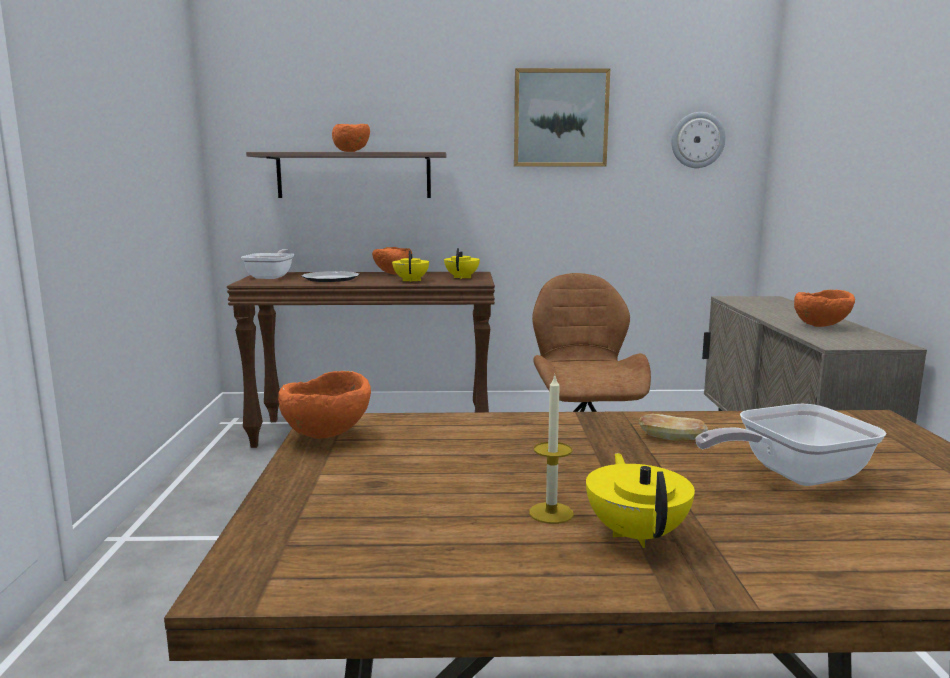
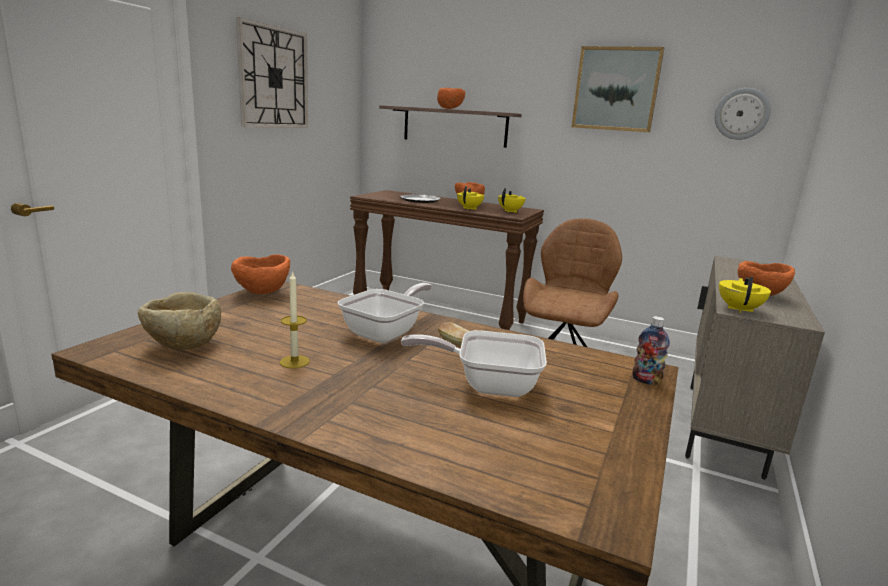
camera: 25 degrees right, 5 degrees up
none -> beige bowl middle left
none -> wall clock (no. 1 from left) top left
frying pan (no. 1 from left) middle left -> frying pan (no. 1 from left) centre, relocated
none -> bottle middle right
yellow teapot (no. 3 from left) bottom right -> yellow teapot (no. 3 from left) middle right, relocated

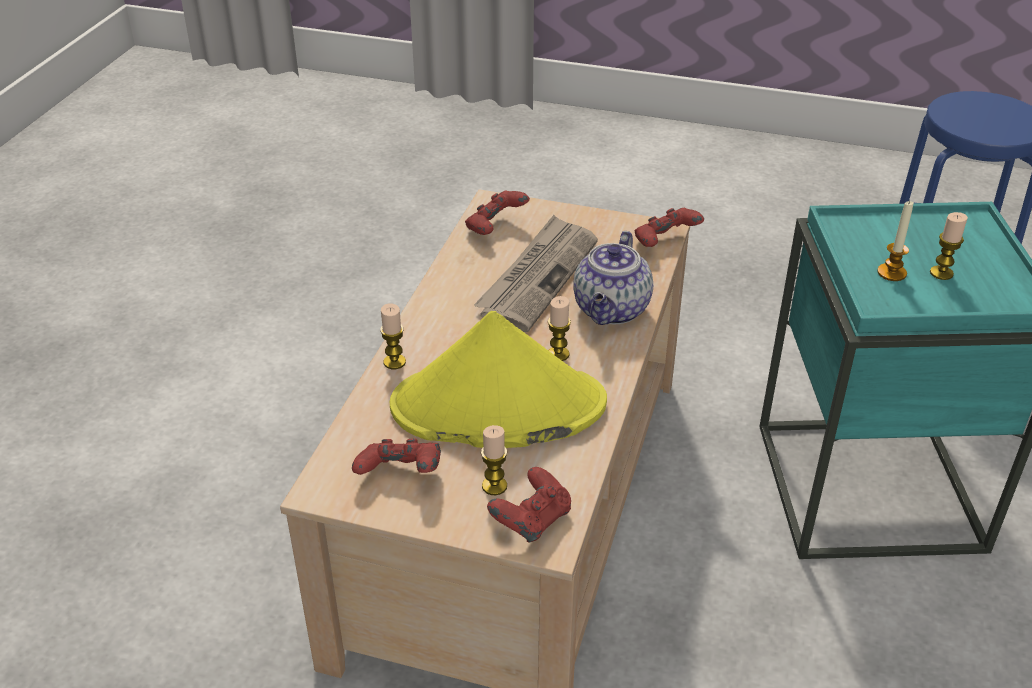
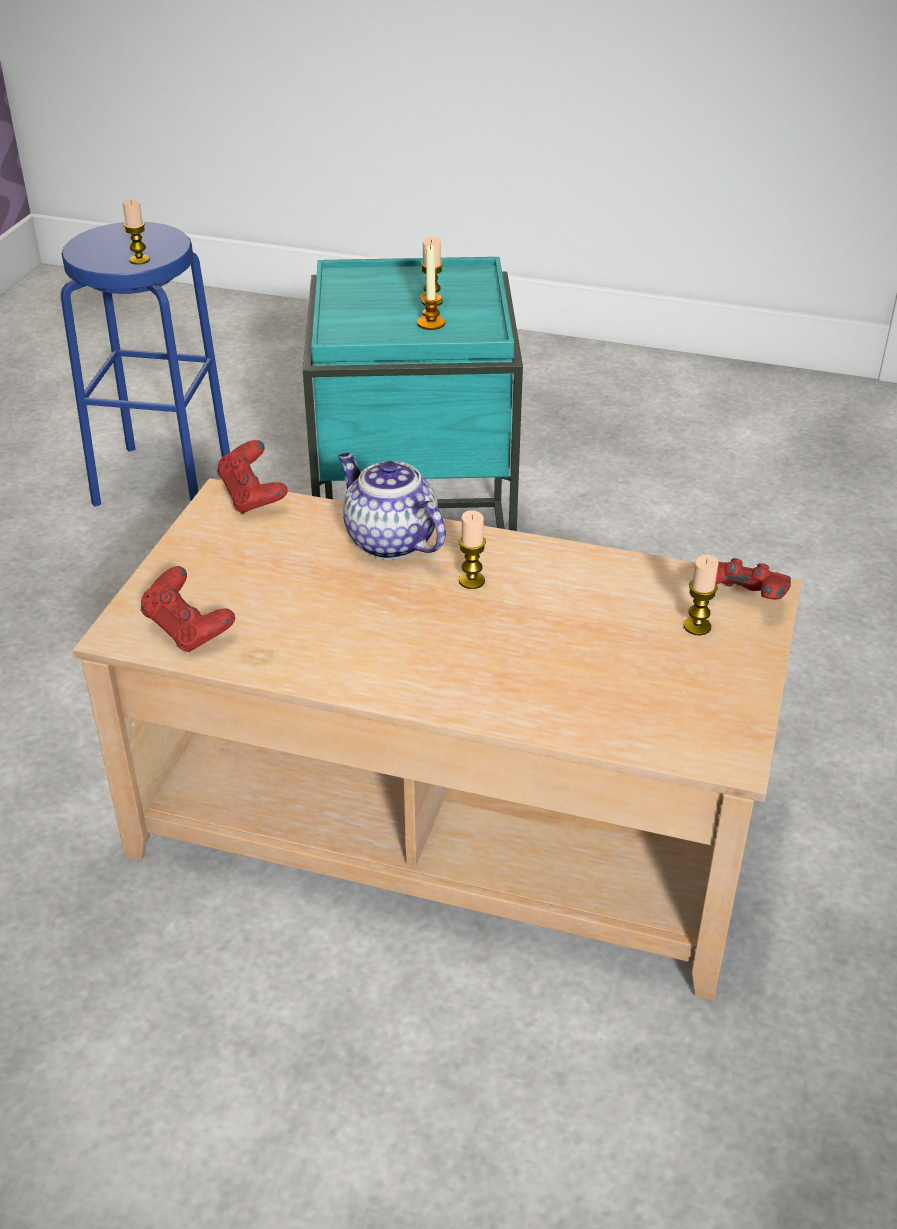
camera: 90 degrees left, 0 degrees up
candle (no. 1 from left) centre -> candle (no. 1 from left) top left, relocated
teapot centre, 150 degrees counterclockwise
red game controller (no. 1 from left) centre -> none
yellow hat centre -> none
newspaper centre -> none

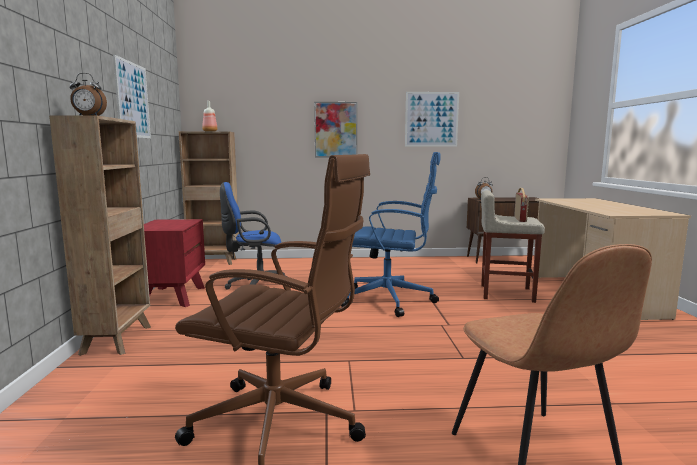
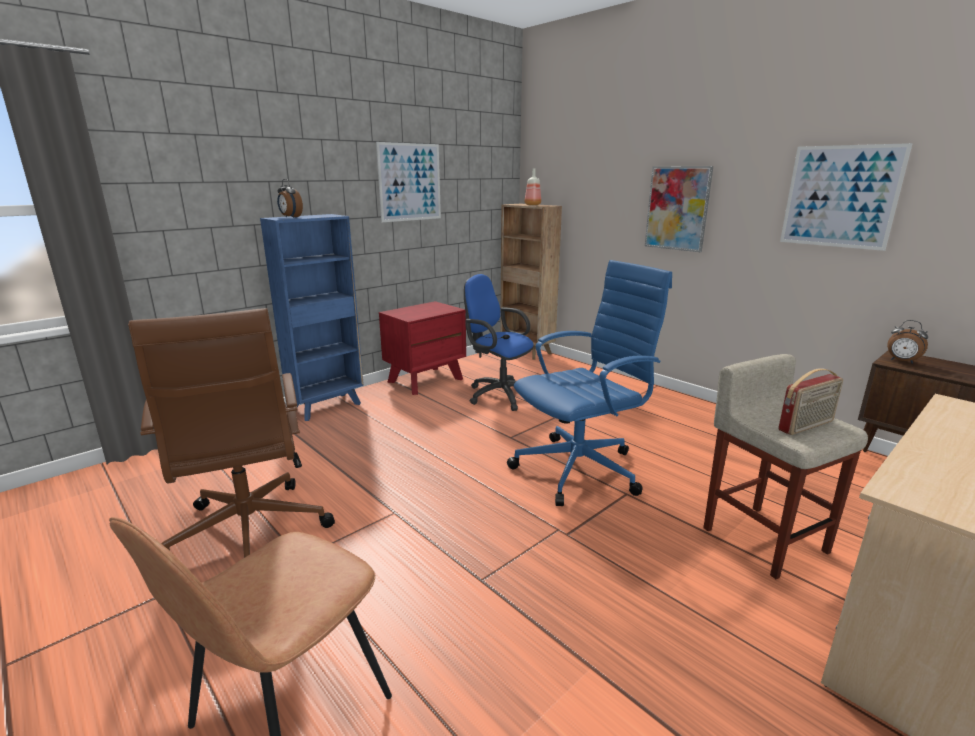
camera: 50 degrees right, 10 degrees up
brown bookcase (no. 1 from left) middle left -> blue bookcase middle left
blue office chair (no. 2 from left) centre, 90 degrees counterclockwise

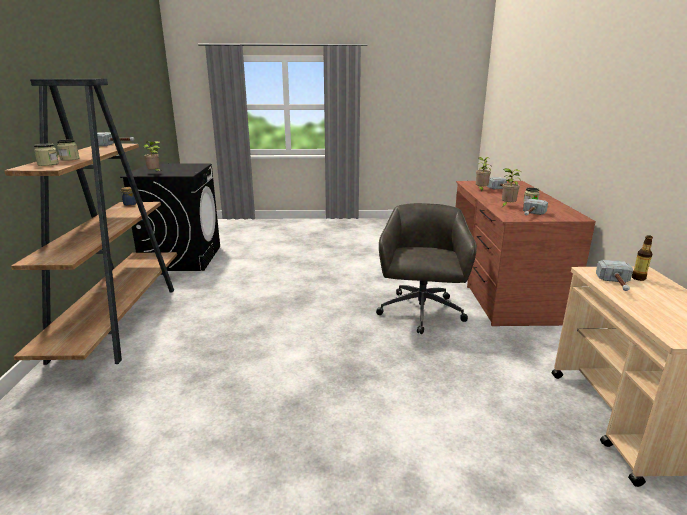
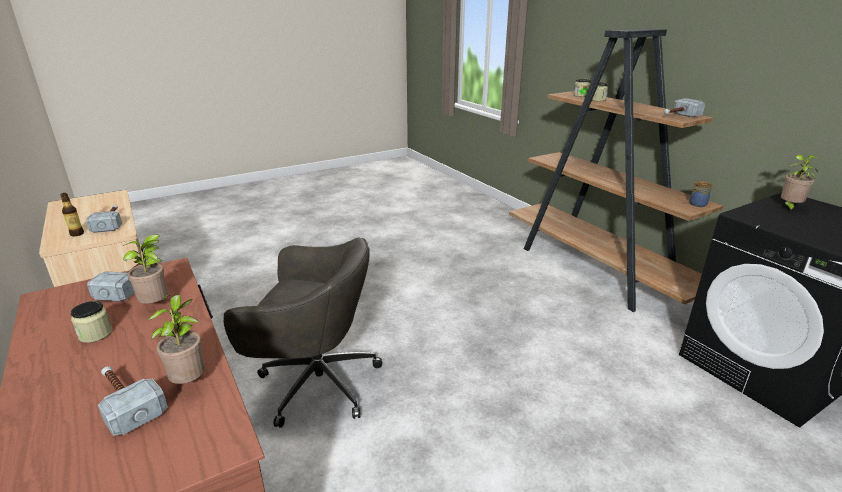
camera: 150 degrees right, 5 degrees up
grey office chair centre -> grey office chair bottom centre, 60 degrees counterclockwise

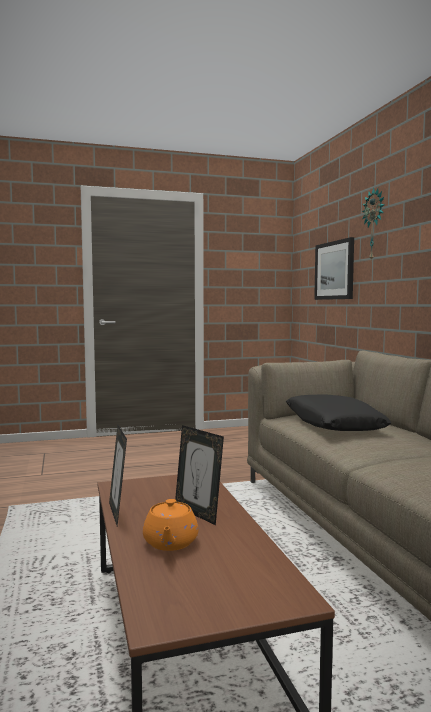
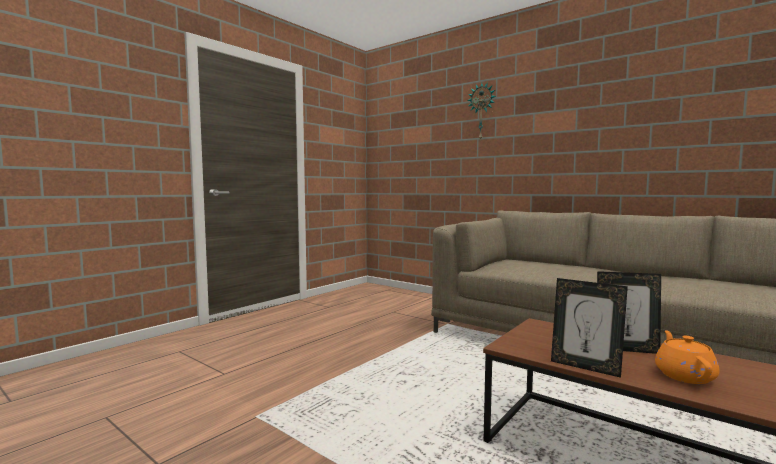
camera: 35 degrees left, 0 degrees up
orange teapot bottom centre -> orange teapot bottom right, 135 degrees counterclockwise
black pillow middle right -> none
picture middle right -> none

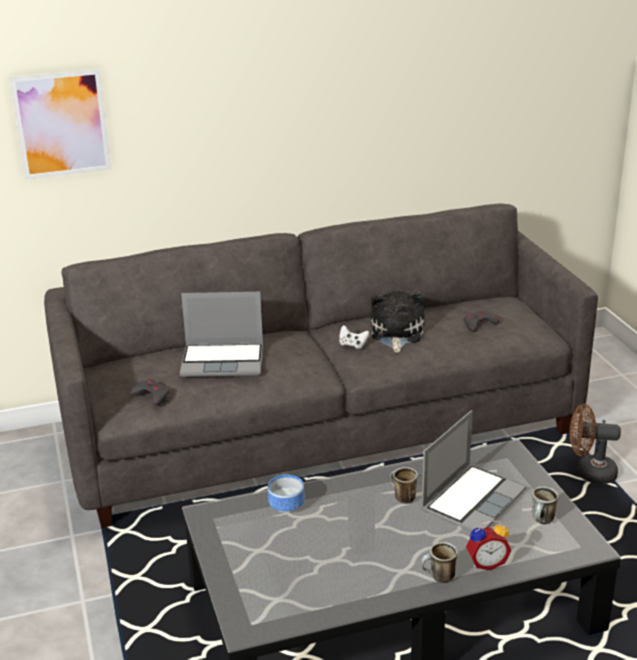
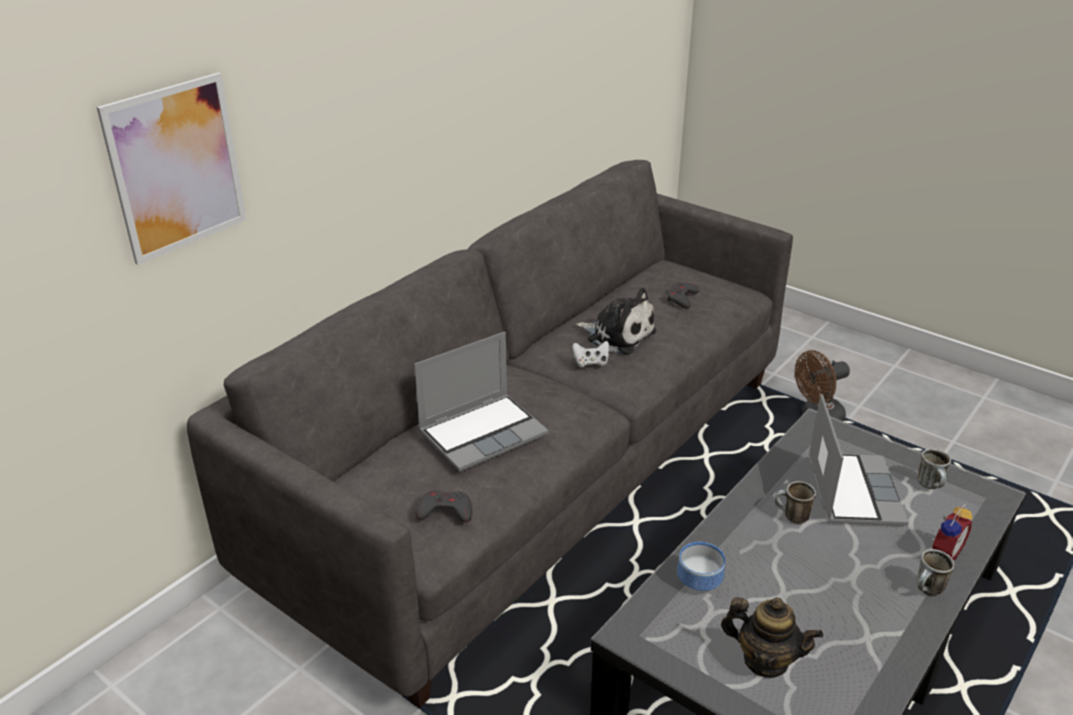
camera: 35 degrees left, 5 degrees up
plush toy centre, 150 degrees clockwise
none -> teapot bottom right

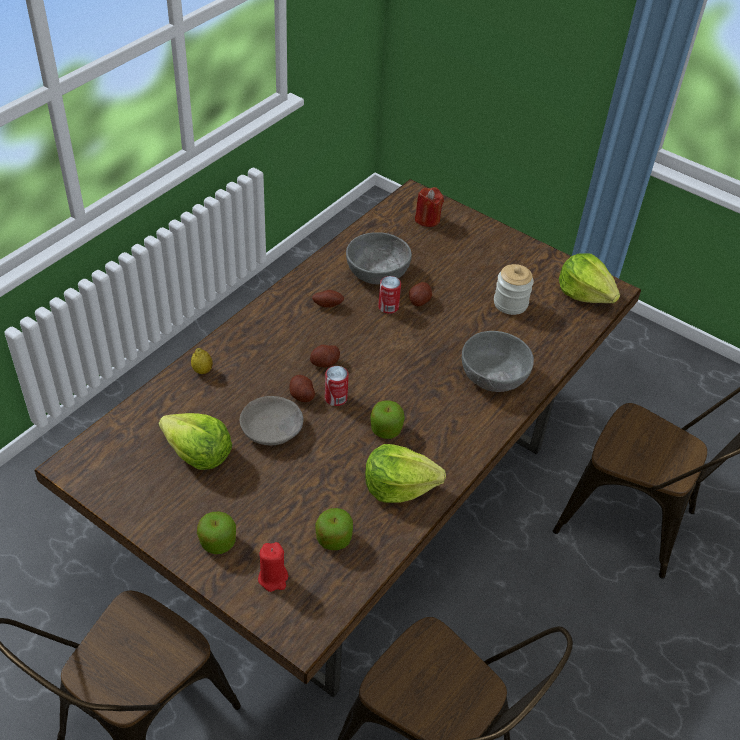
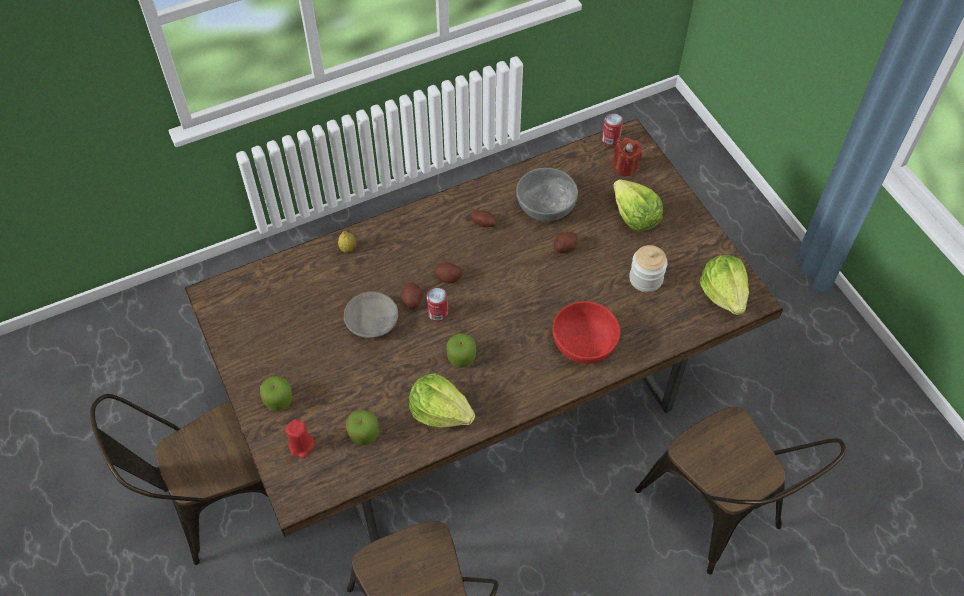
camera: 30 degrees right, 10 degrees up
grey bowl (no. 3 from left) middle right -> red bowl centre
can (no. 2 from left) centre -> can (no. 2 from left) top centre, relocated
lettuce (no. 1 from left in the first image) middle left -> lettuce (no. 2 from left) centre, relocated

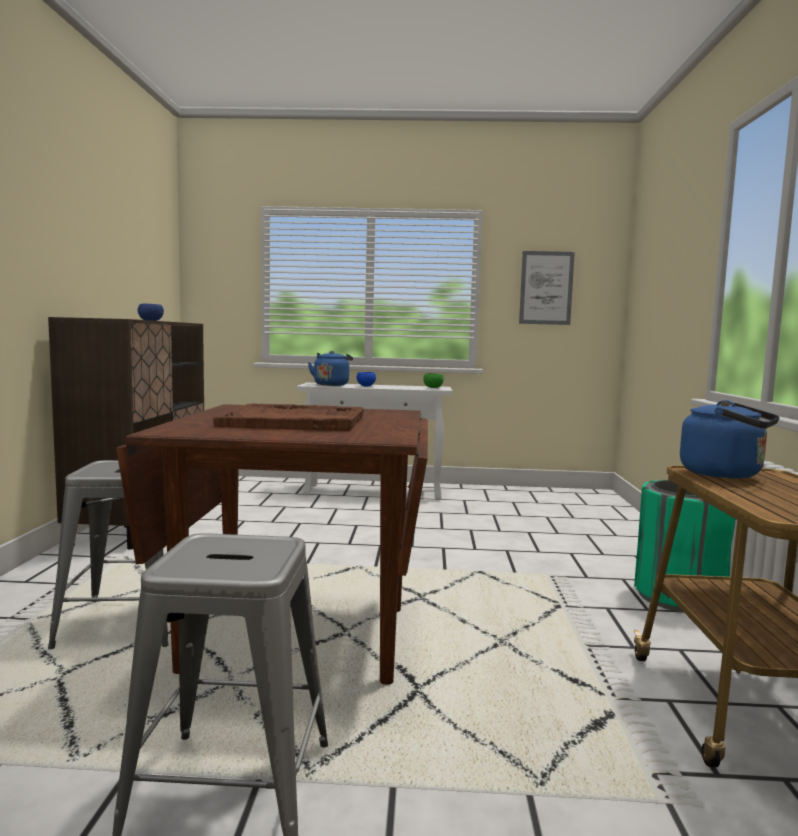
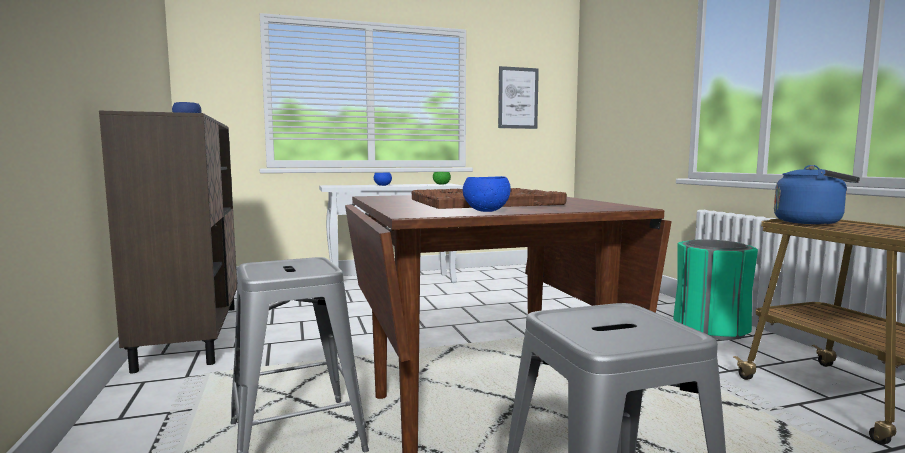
camera: 20 degrees left, 0 degrees up
none -> blue bowl (no. 3 from left) centre
blue kettle (no. 1 from left) centre -> none

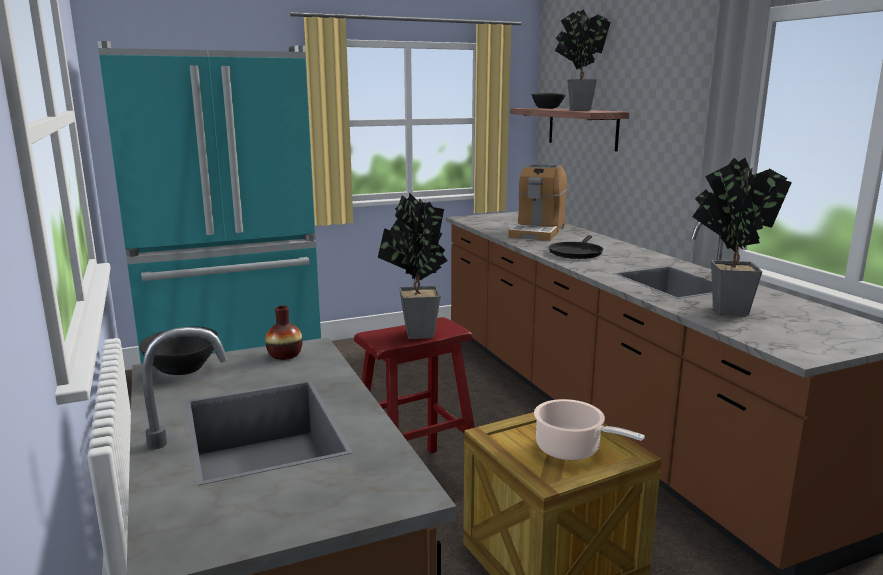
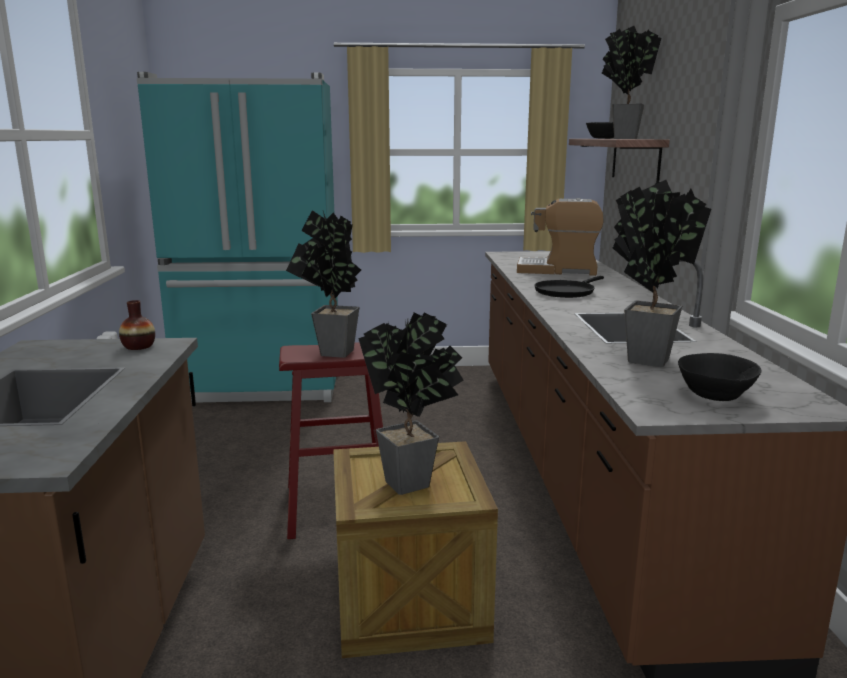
camera: 20 degrees right, 0 degrees up
cooking pot bottom right -> potted plant (no. 2 from left) centre
coffee machine centre, 60 degrees clockwise
black bowl (no. 1 from left in the first image) middle left -> black bowl (no. 2 from left) middle right, relocated

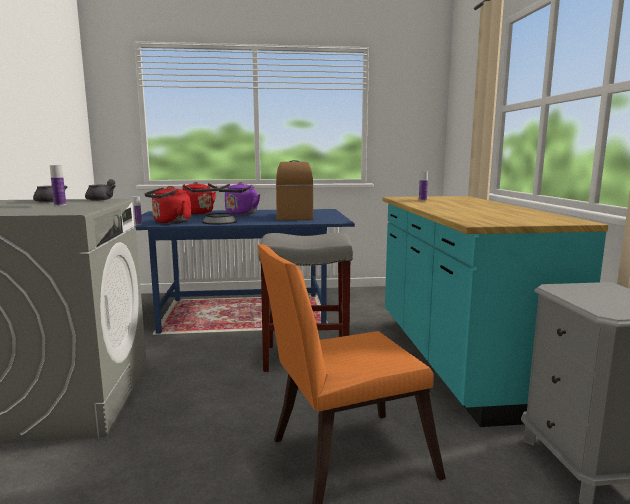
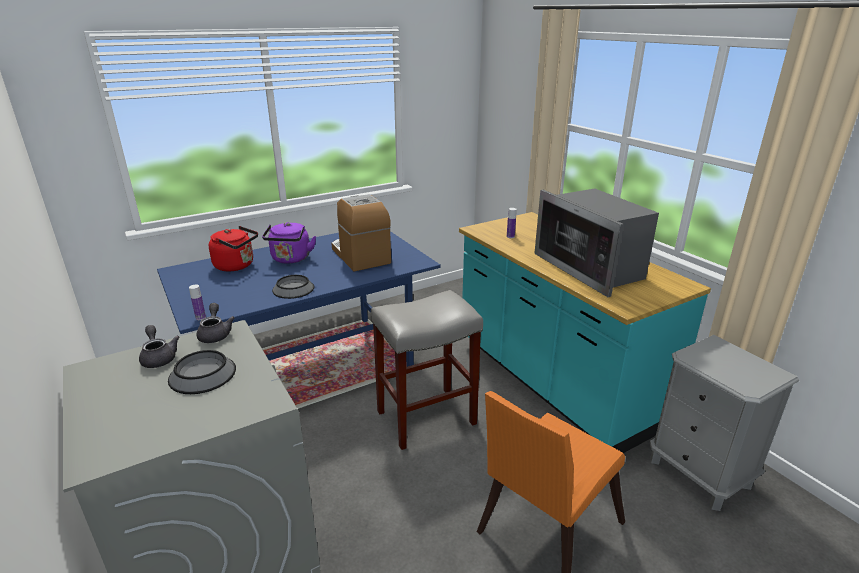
camera: 25 degrees left, 15 degrees up
bottle (no. 1 from left) middle left -> bowl (no. 1 from left) middle left
none -> microwave middle right
red kettle (no. 1 from left) middle left -> none

